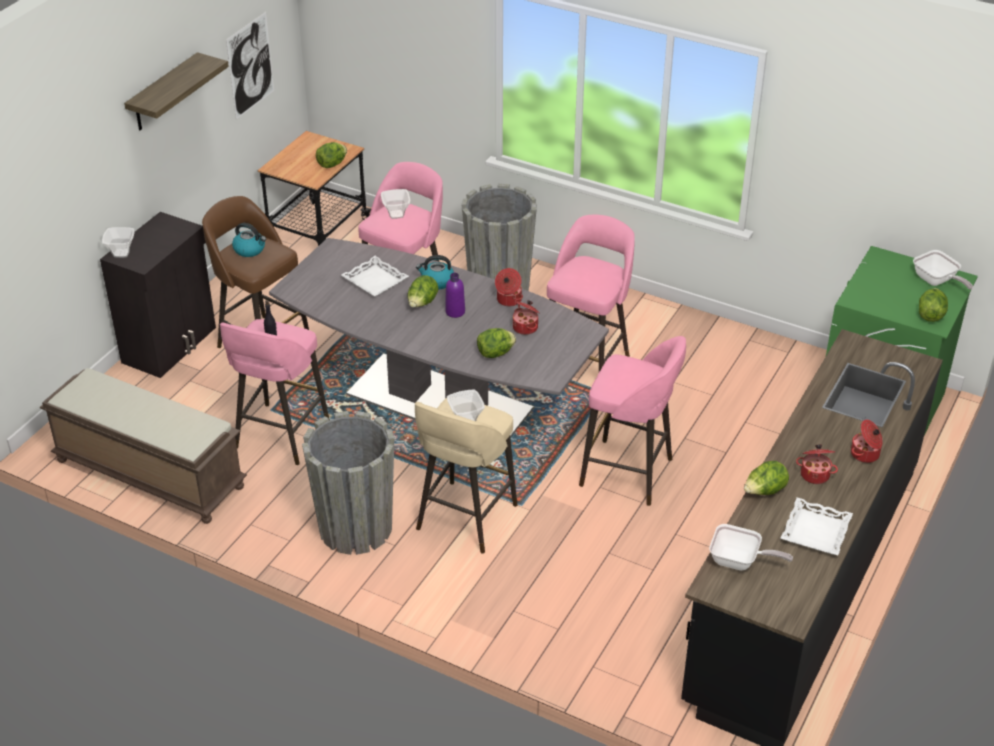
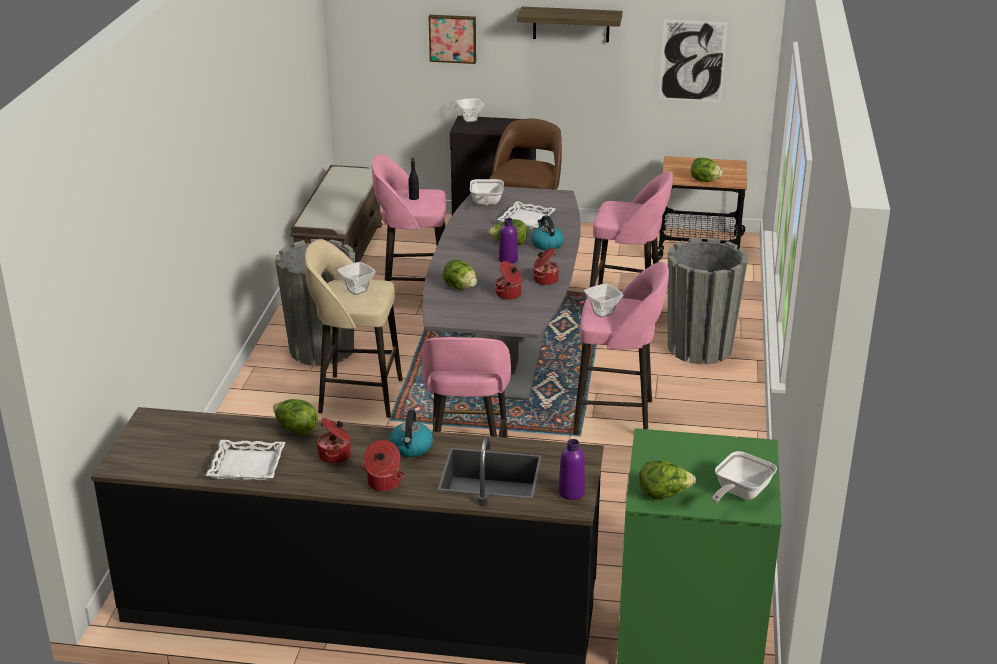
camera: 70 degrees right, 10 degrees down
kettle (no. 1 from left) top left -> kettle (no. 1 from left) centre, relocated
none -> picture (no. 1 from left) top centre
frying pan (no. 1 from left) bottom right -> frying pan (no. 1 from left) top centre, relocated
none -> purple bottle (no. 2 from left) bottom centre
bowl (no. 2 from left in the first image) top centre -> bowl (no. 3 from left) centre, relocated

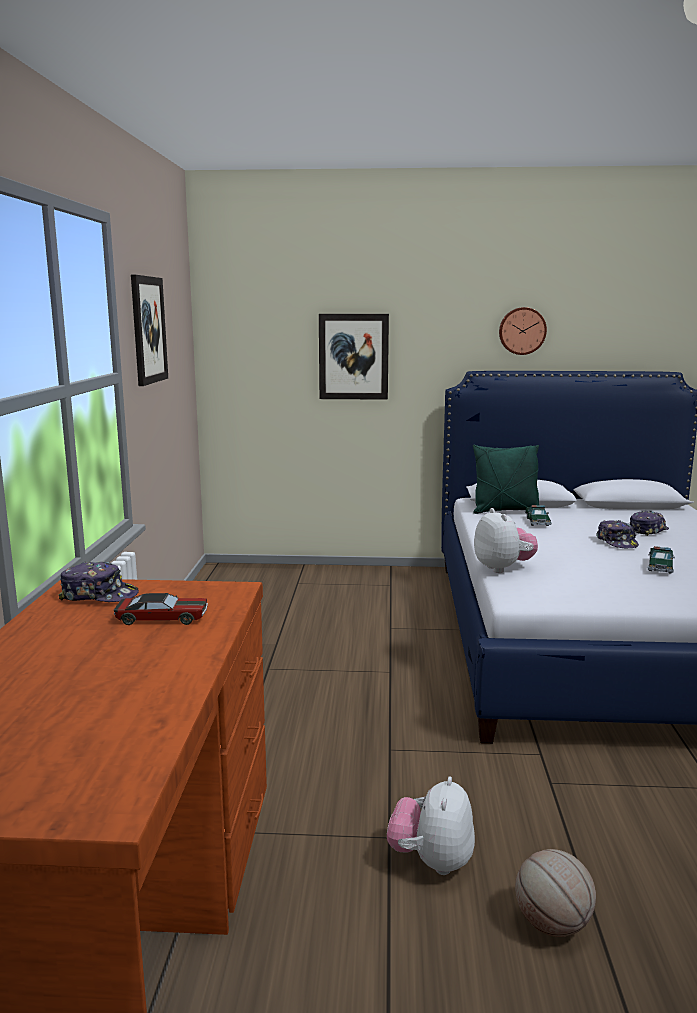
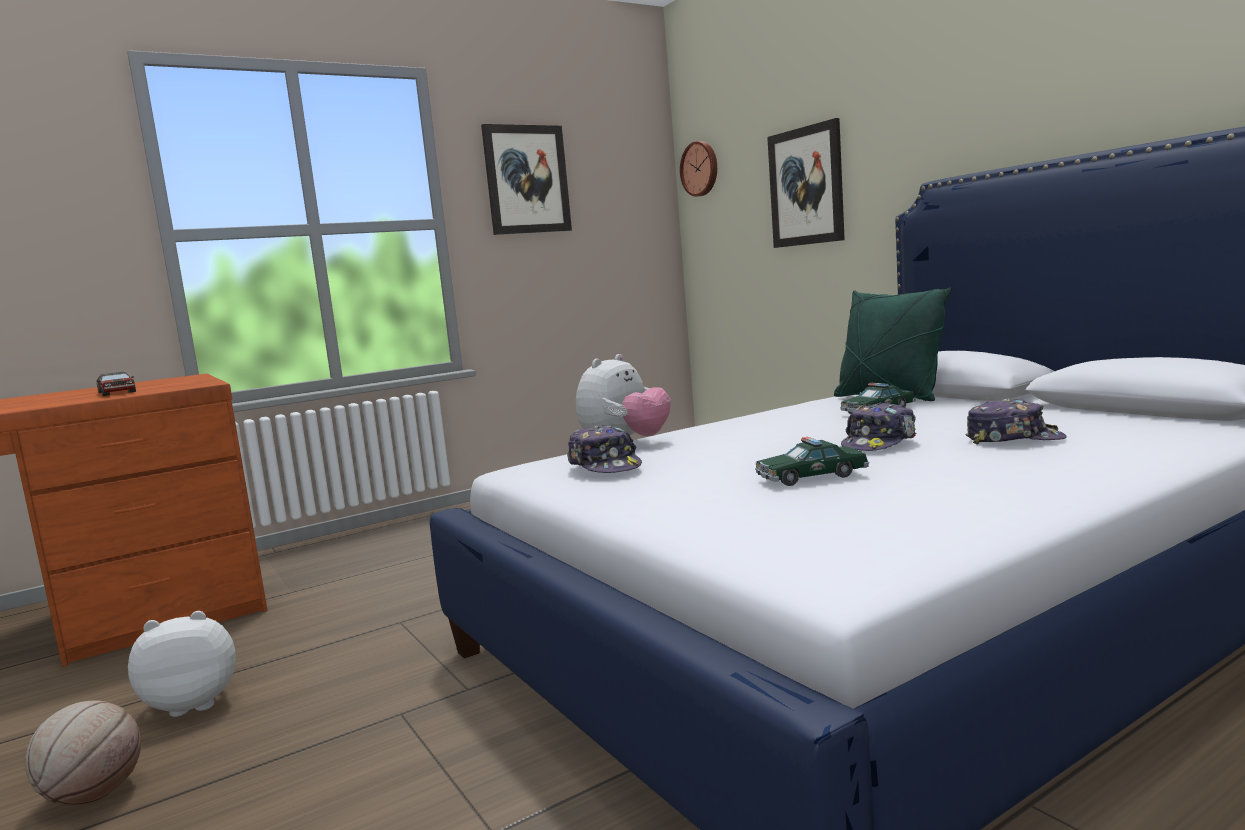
camera: 55 degrees right, 5 degrees down
cap (no. 1 from left) middle left -> cap (no. 1 from left) centre, relocated
wall clock top right -> wall clock top centre, relocated

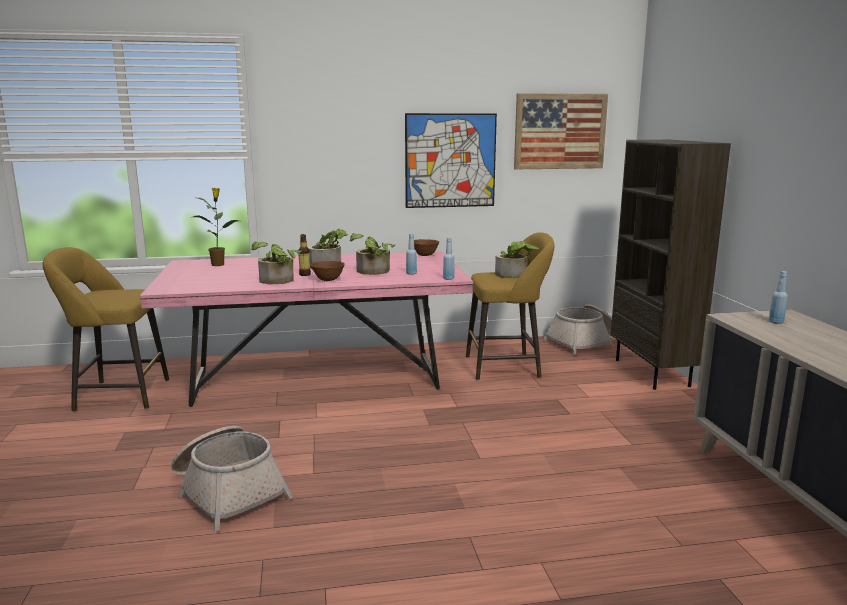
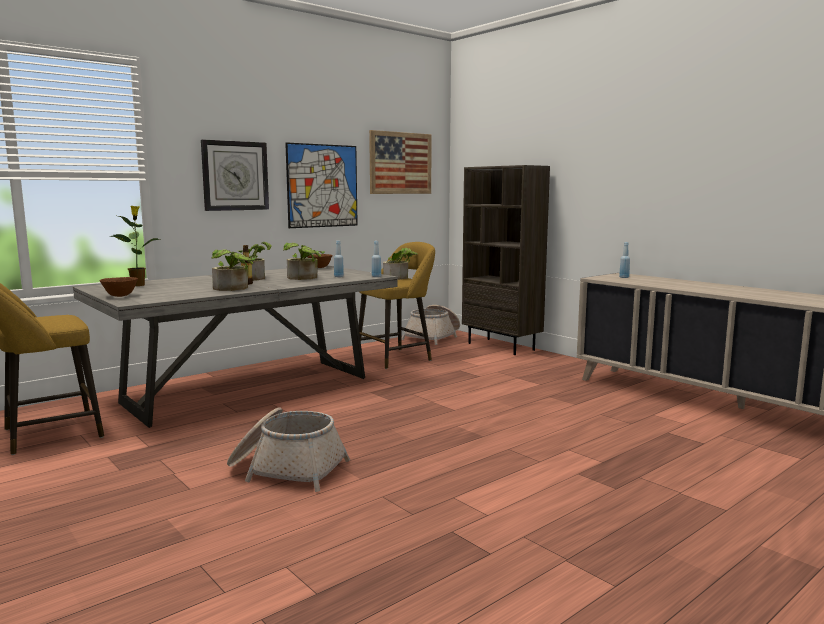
camera: 30 degrees left, 5 degrees down
pink dining table centre -> grey dining table middle left
brown bowl (no. 1 from left) centre -> brown bowl (no. 1 from left) middle left, relocated
none -> wall clock top left

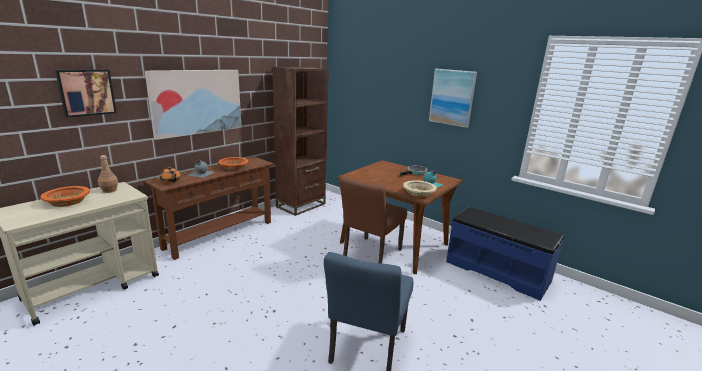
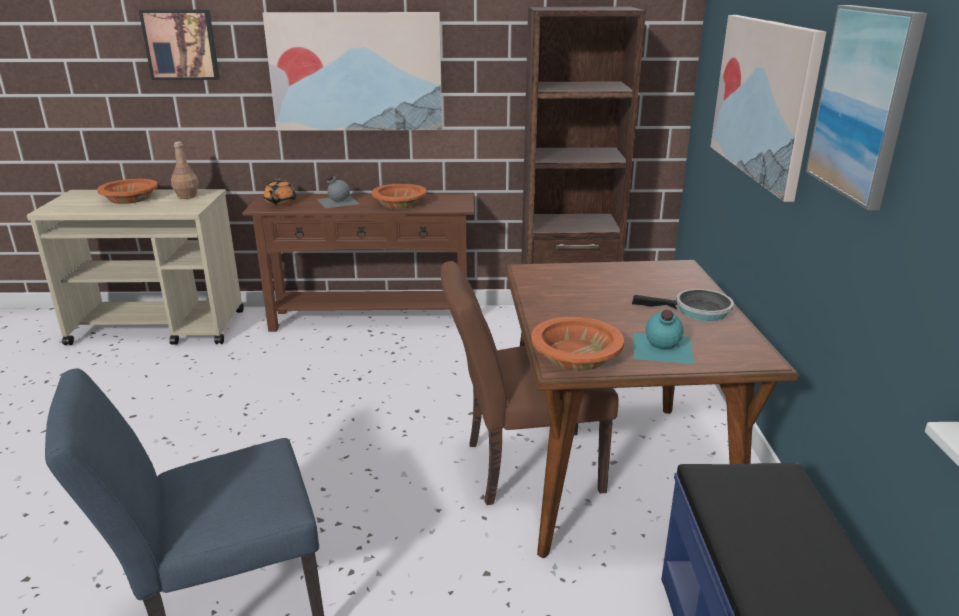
camera: 50 degrees right, 5 degrees up
beige bowl centre -> orange bowl (no. 3 from left) centre
none -> picture (no. 3 from left) top right

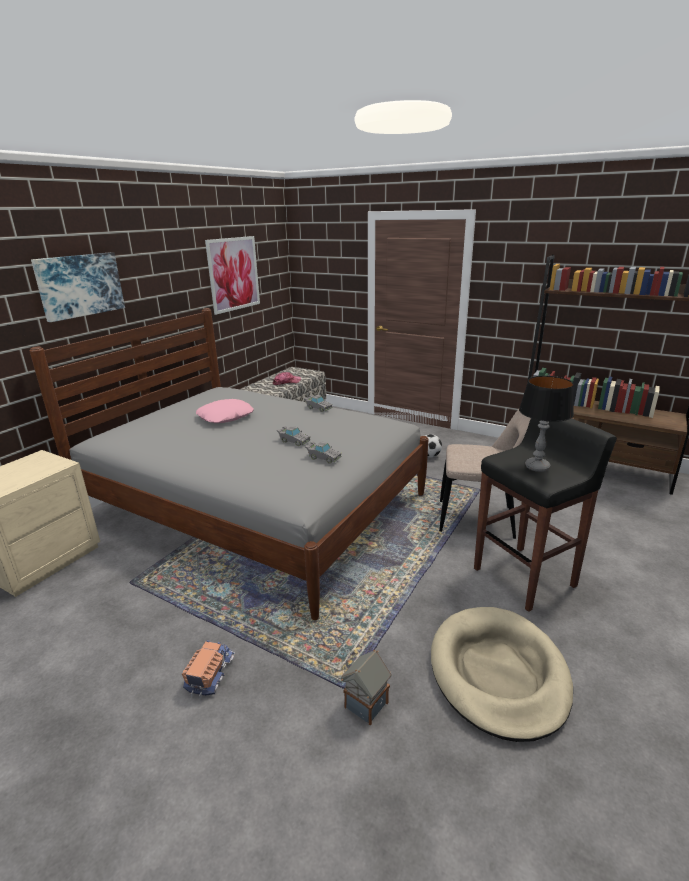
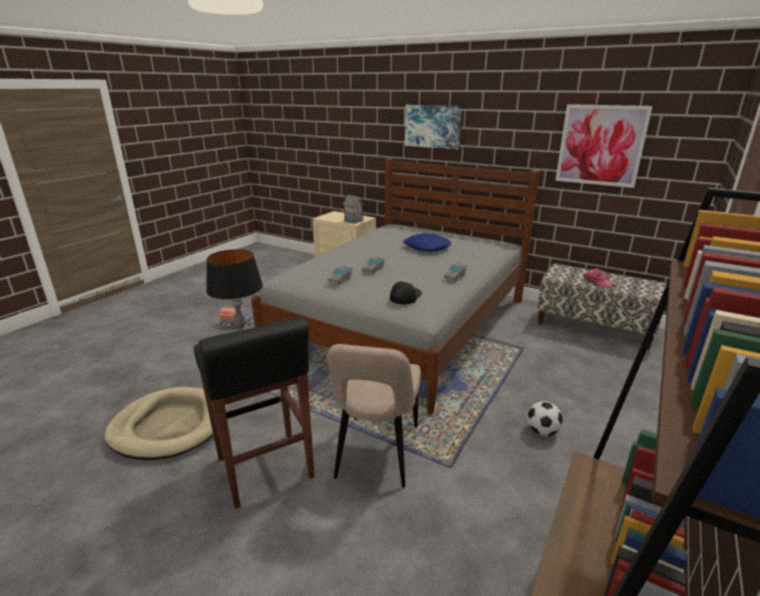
camera: 90 degrees right, 0 degrees up
toy house bottom centre -> toy house centre, relocated
none -> cap (no. 1 from left) centre
pink pillow middle left -> blue pillow centre

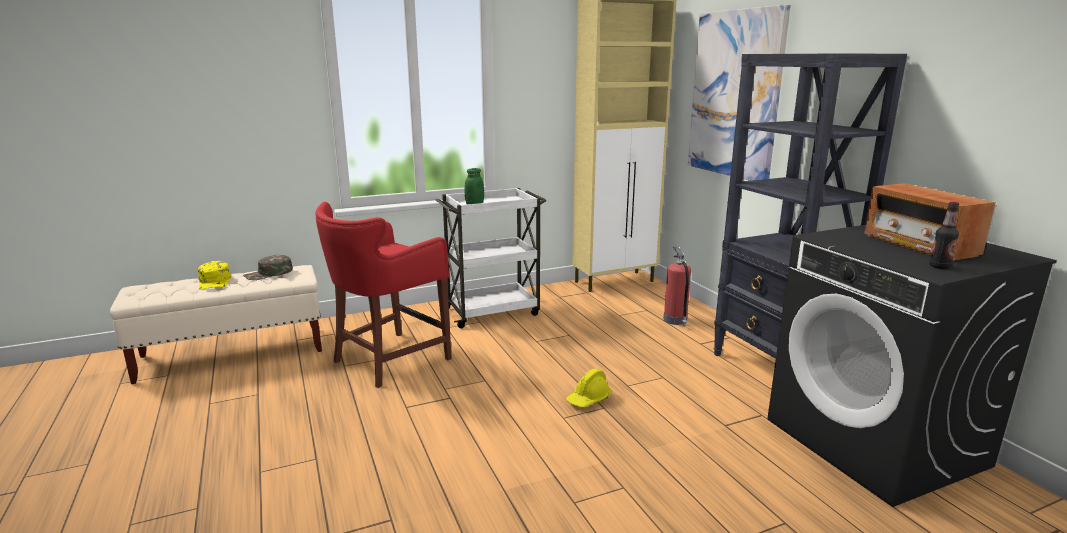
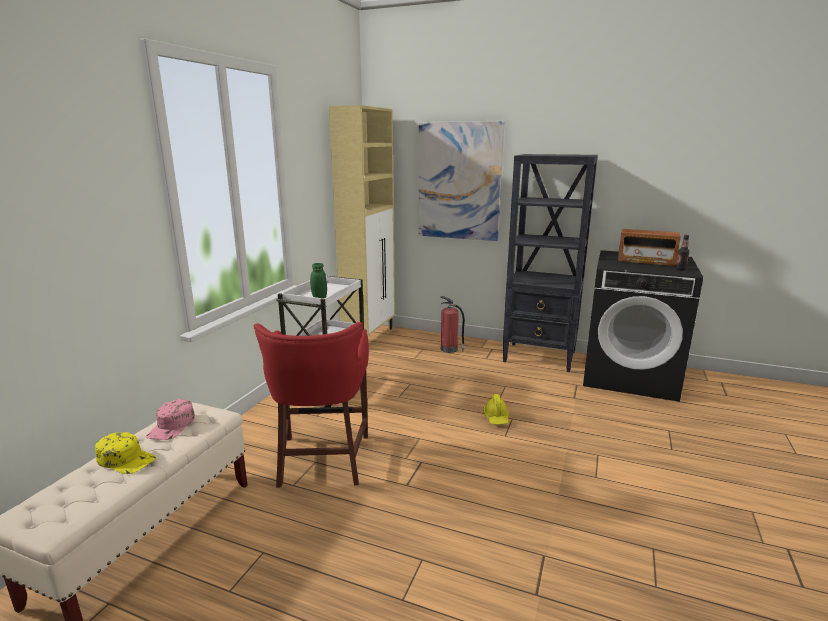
camera: 45 degrees left, 0 degrees up
green cap middle left -> pink cap bottom left

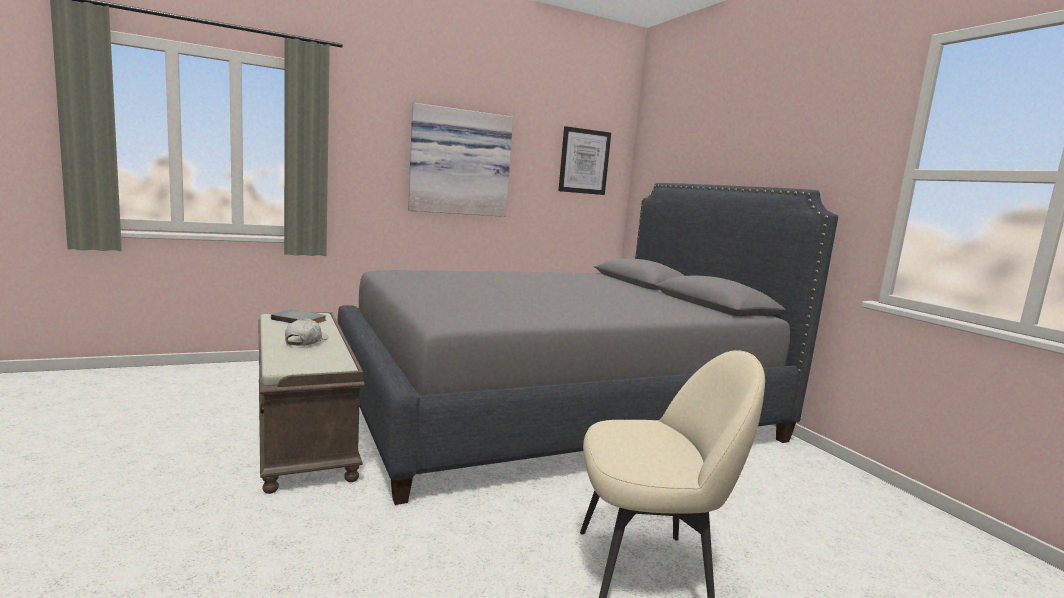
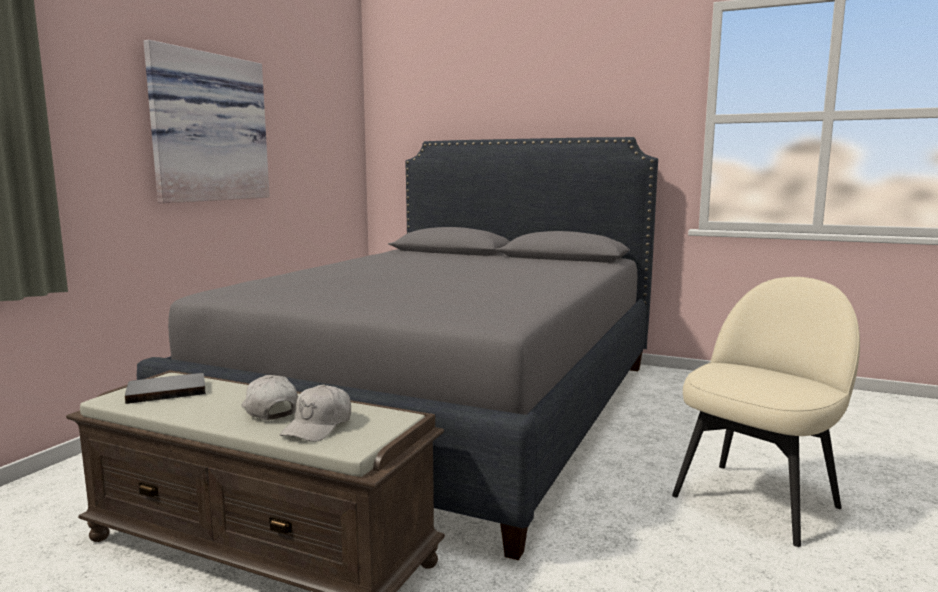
camera: 40 degrees left, 0 degrees up
none -> white cap (no. 2 from left) bottom centre
picture (no. 2 from left) top centre -> none

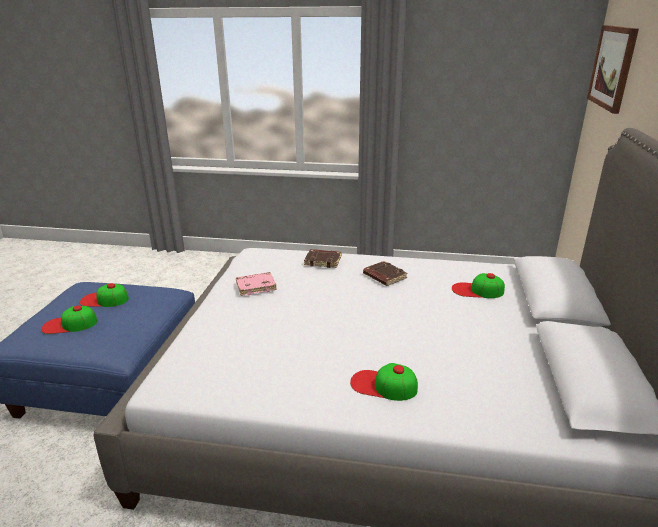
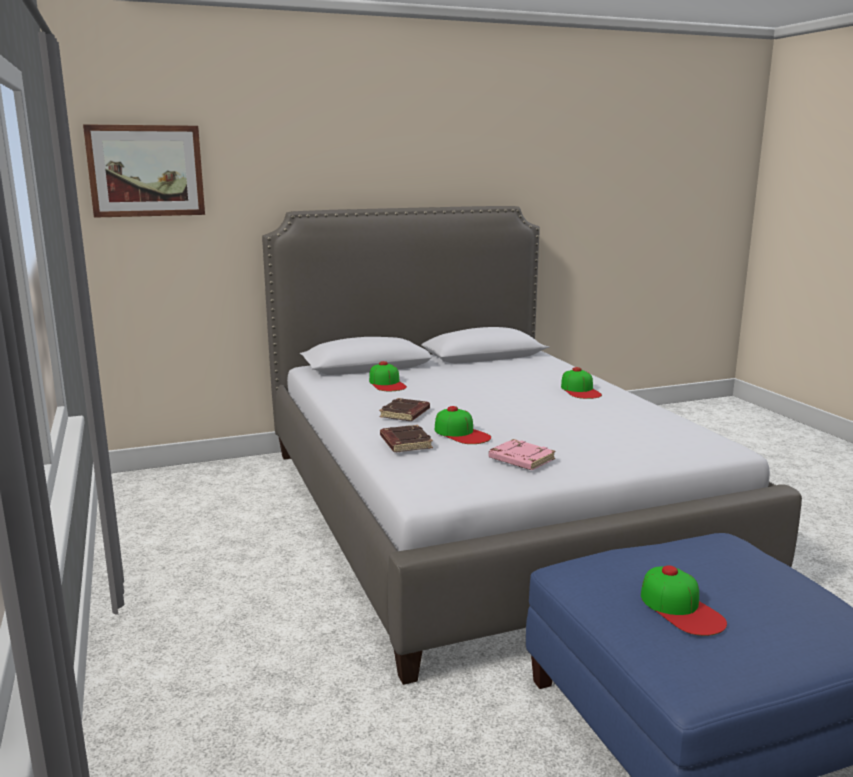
camera: 120 degrees left, 10 degrees down
cap (no. 1 from left in the first image) middle left -> cap (no. 2 from left) centre, relocated

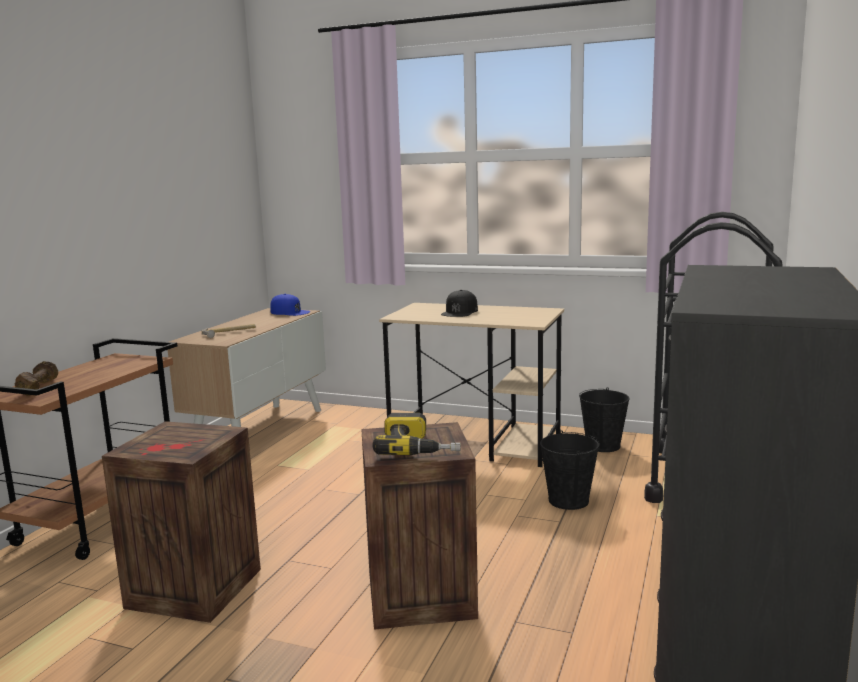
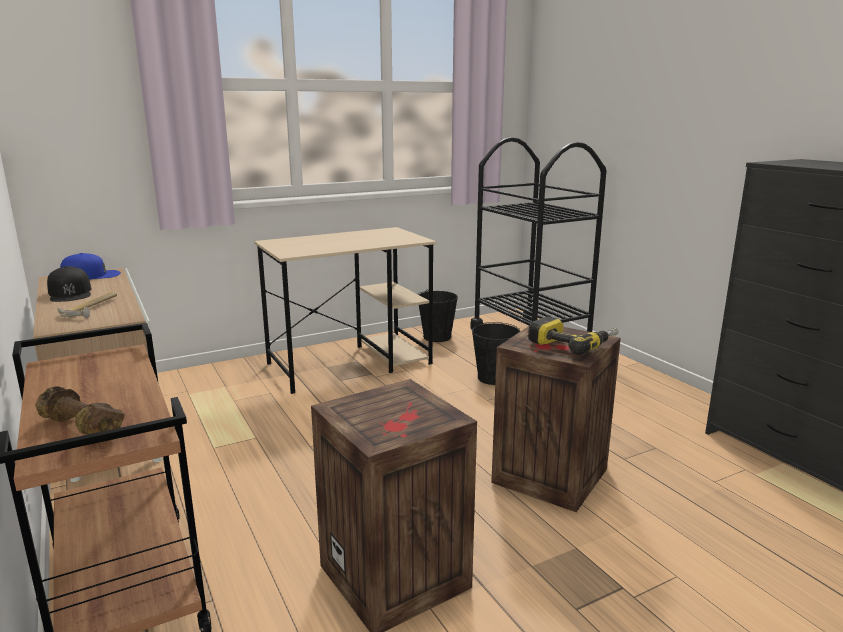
camera: 50 degrees left, 5 degrees up
black cap centre -> black cap middle left, relocated

